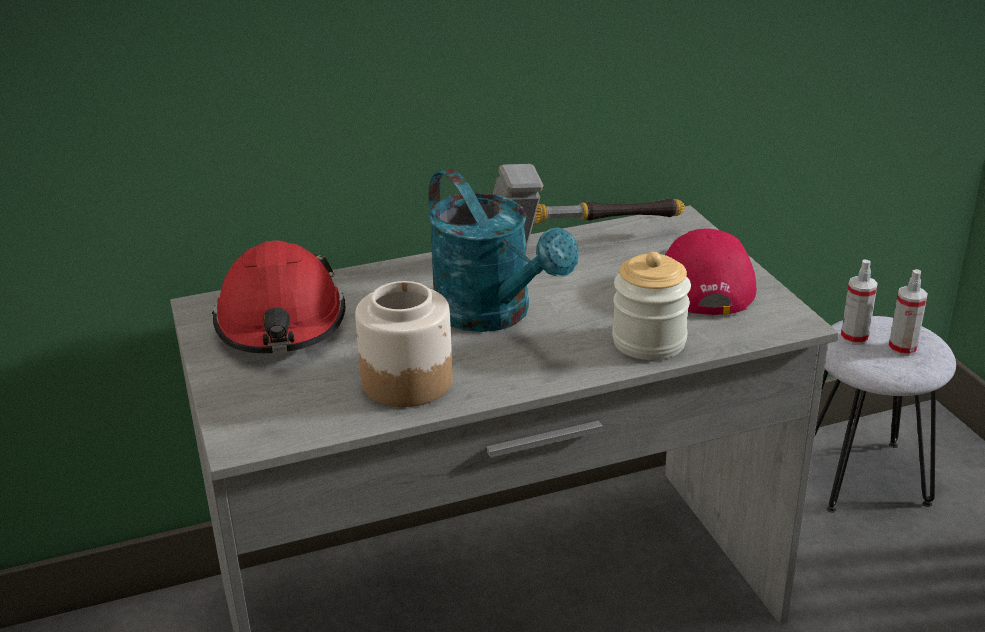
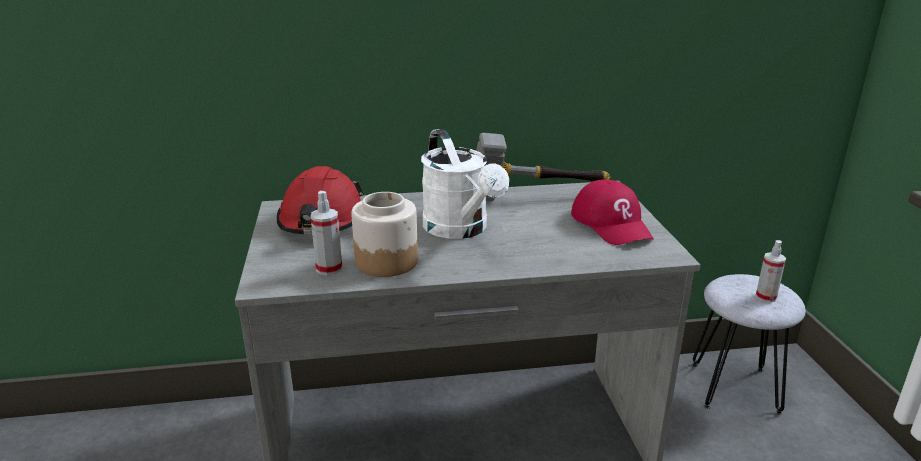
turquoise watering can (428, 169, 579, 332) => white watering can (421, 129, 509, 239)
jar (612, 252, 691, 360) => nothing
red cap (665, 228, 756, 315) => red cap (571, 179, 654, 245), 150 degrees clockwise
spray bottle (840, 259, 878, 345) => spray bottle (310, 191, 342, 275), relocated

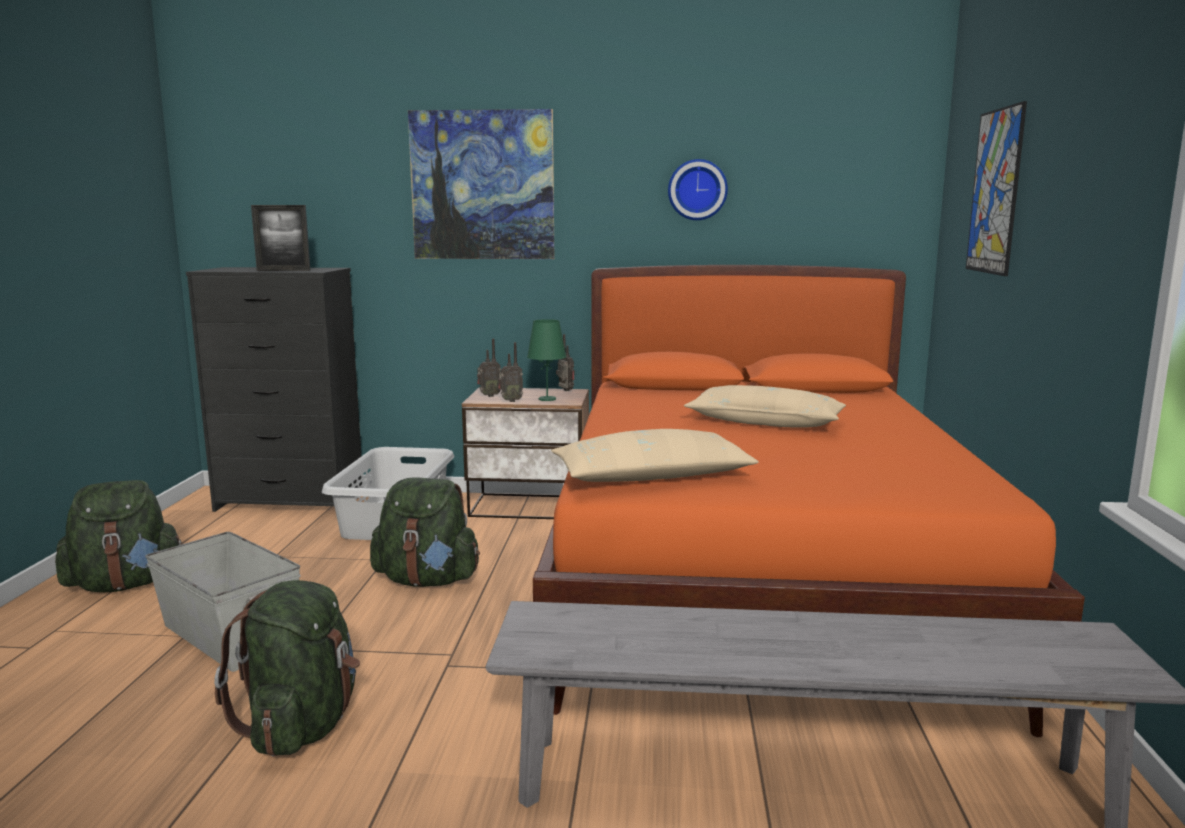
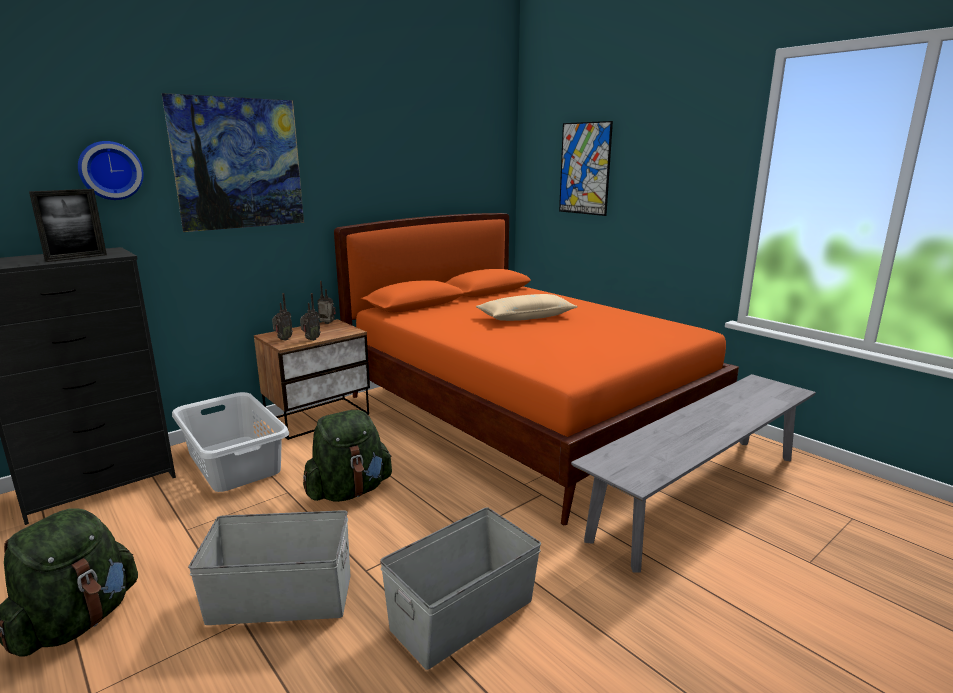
green backpack (214, 580, 360, 756) => grey storage box (380, 507, 541, 670)
green table lamp (527, 319, 567, 401) => nothing
beige pillow (551, 429, 759, 482) => nothing
wall clock (668, 159, 728, 220) => wall clock (78, 141, 144, 200), relocated

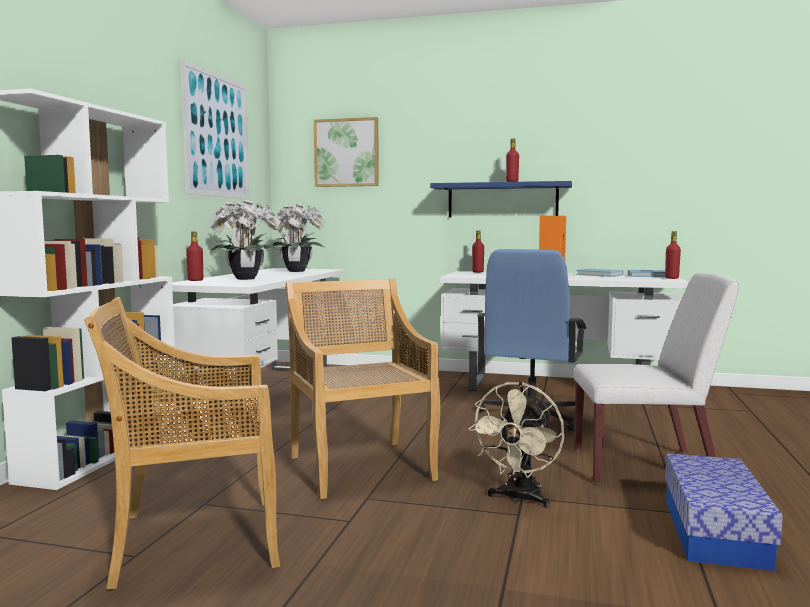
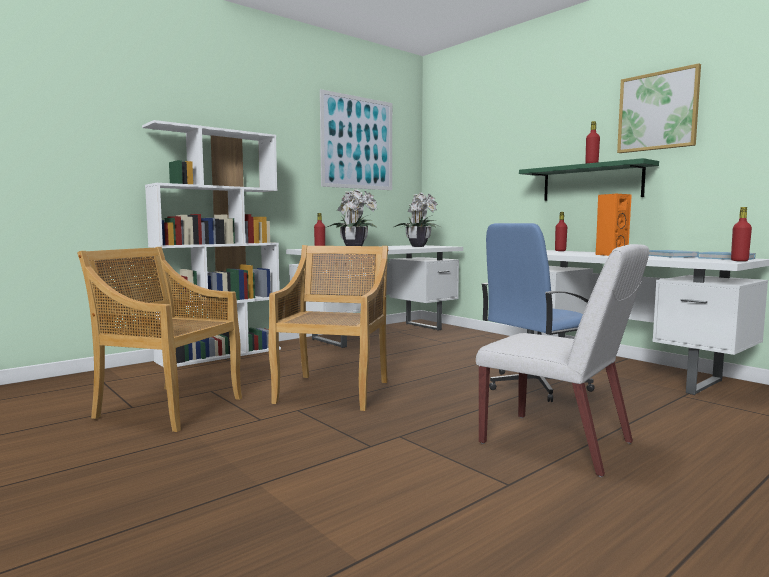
picture (314, 117, 379, 187) => picture (617, 63, 701, 153), relocated
blue shelf (430, 181, 572, 217) => green shelf (519, 158, 659, 201)
beige fan (468, 382, 565, 508) => nothing
storage box (665, 453, 783, 571) => nothing

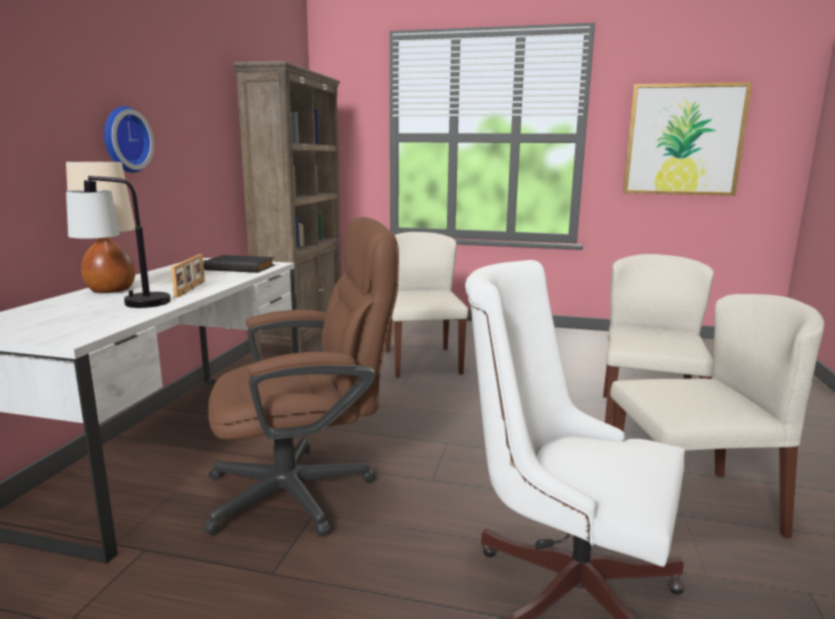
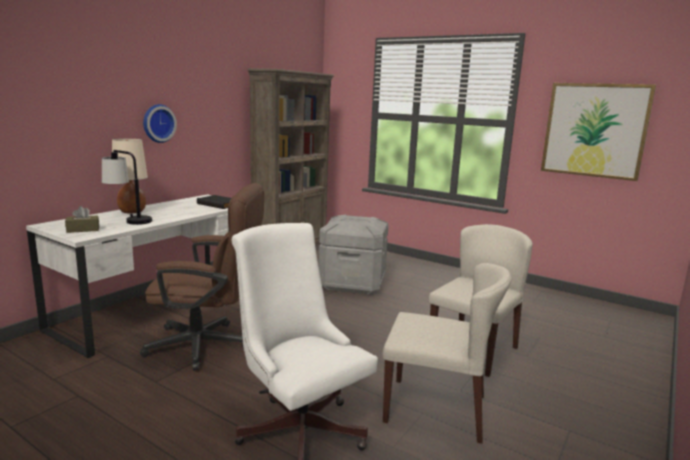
picture frame (171, 254, 205, 298) => nothing
beige chair (386, 232, 468, 378) => grey storage box (319, 215, 389, 294)
nothing => brown tissue box (65, 206, 99, 233)

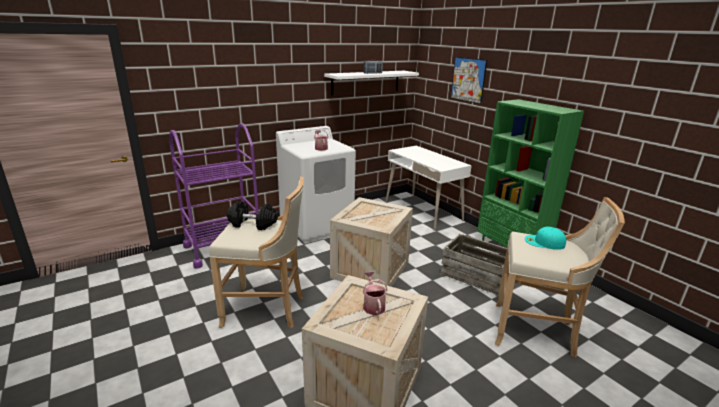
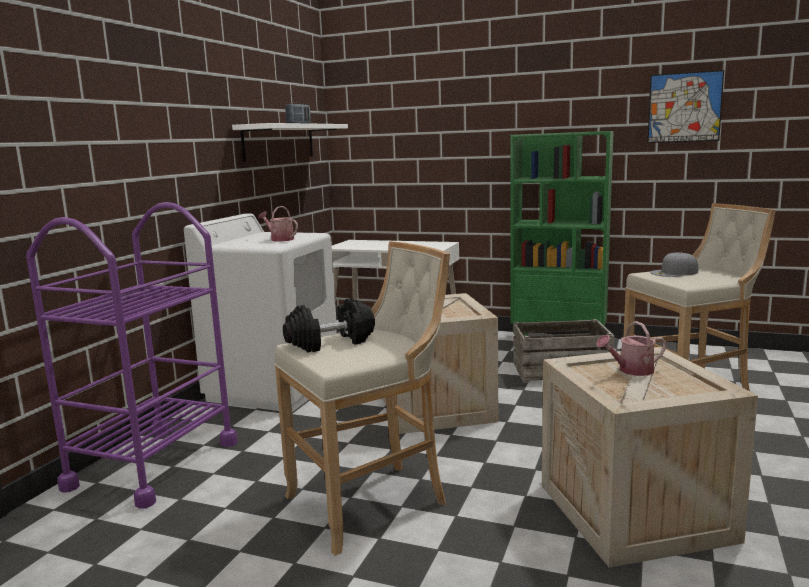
watering can (362, 272, 388, 315) => watering can (596, 321, 666, 376), 60 degrees counterclockwise
picture (451, 57, 487, 104) => picture (647, 70, 724, 143), relocated
turquoise cap (525, 226, 566, 250) => grey cap (650, 252, 698, 277)

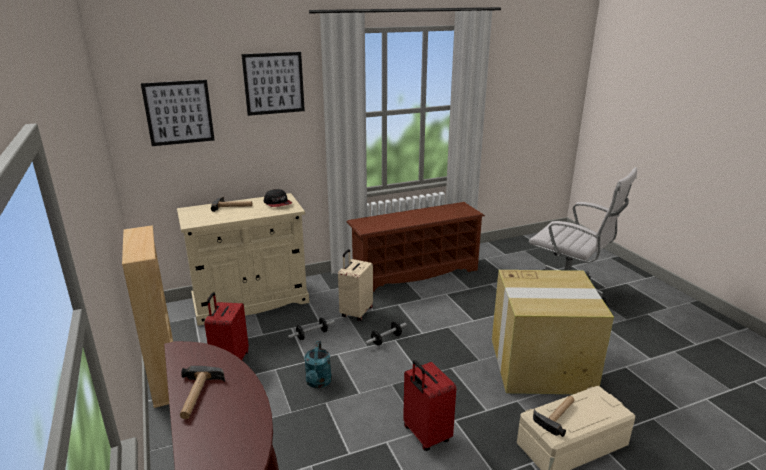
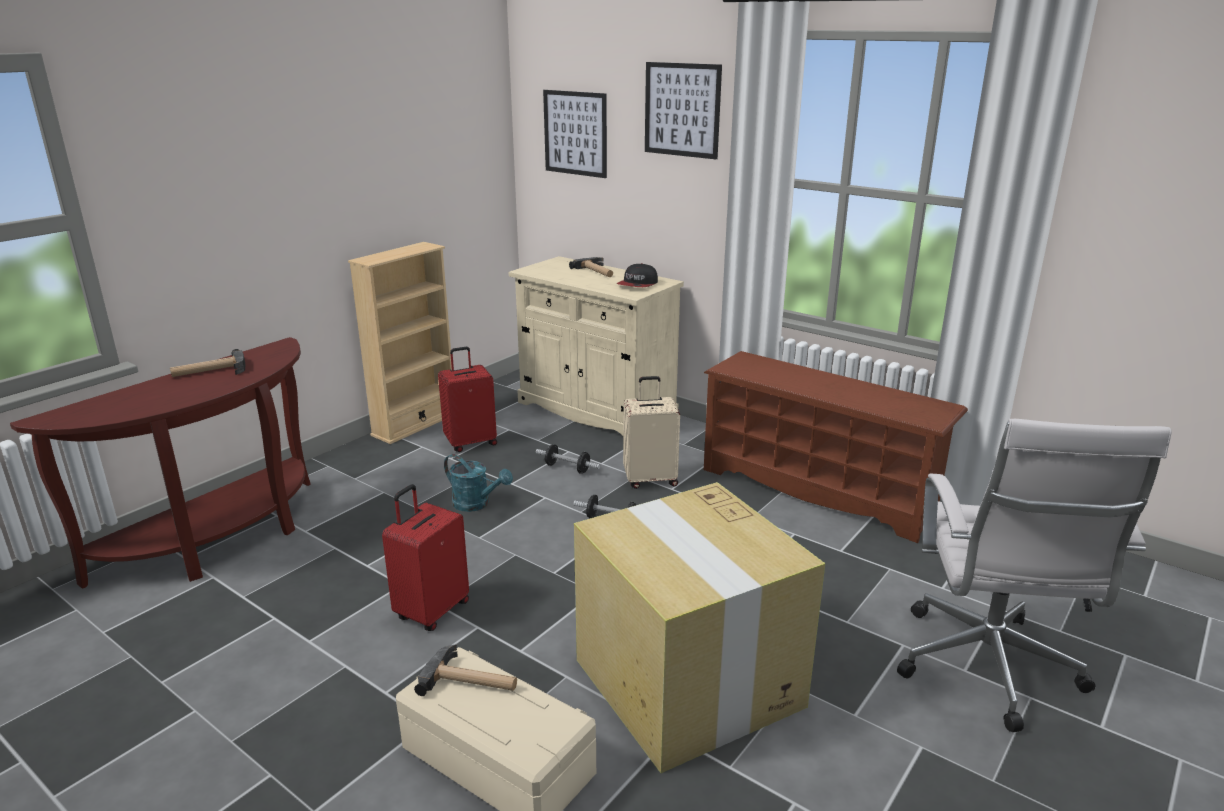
turquoise watering can (304, 341, 332, 388) => turquoise watering can (444, 454, 513, 512), 120 degrees counterclockwise

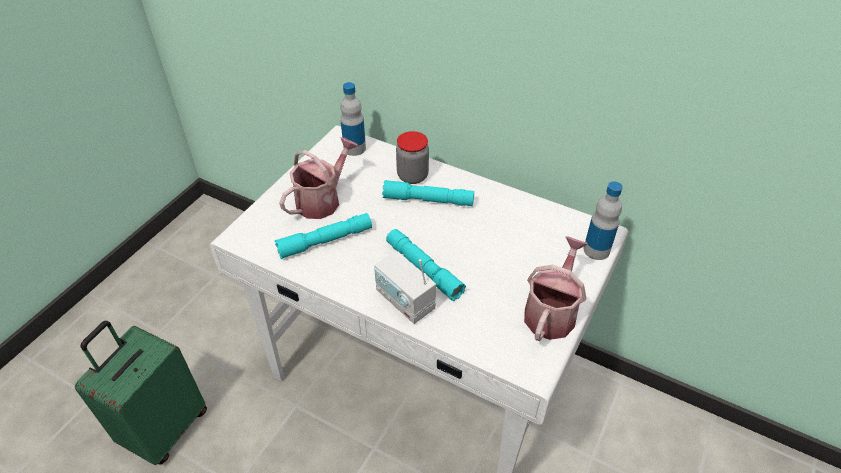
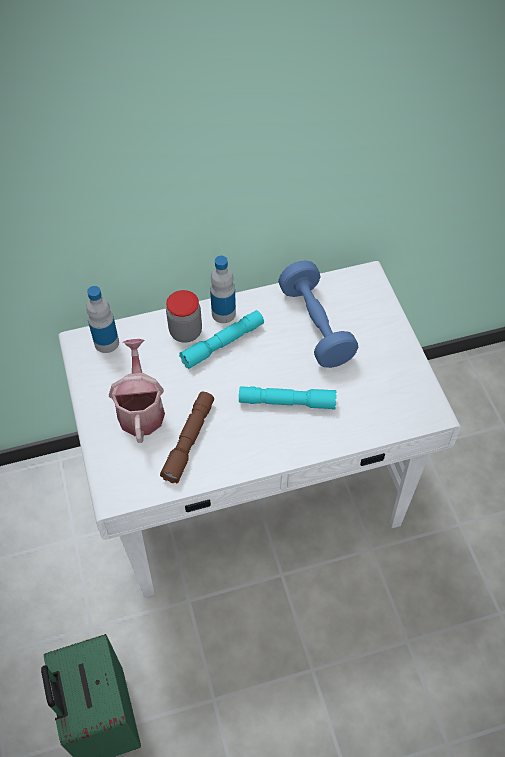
turquoise flashlight (275, 213, 372, 259) => brown flashlight (160, 392, 214, 483)
radio (374, 251, 436, 324) => nothing
watering can (524, 236, 588, 341) => nothing
bottle (584, 181, 623, 260) => bottle (210, 256, 236, 323), relocated
nothing => blue dumbbell (278, 260, 358, 368)

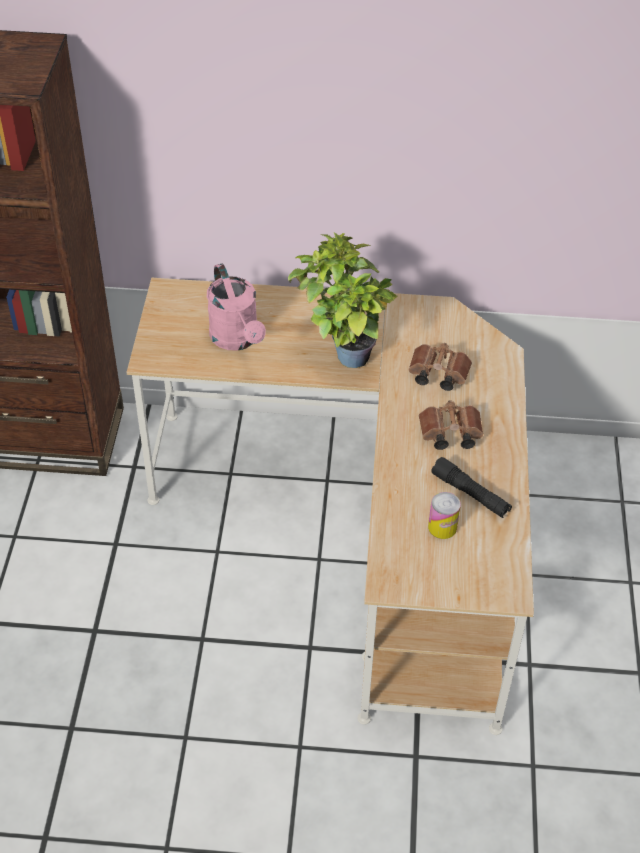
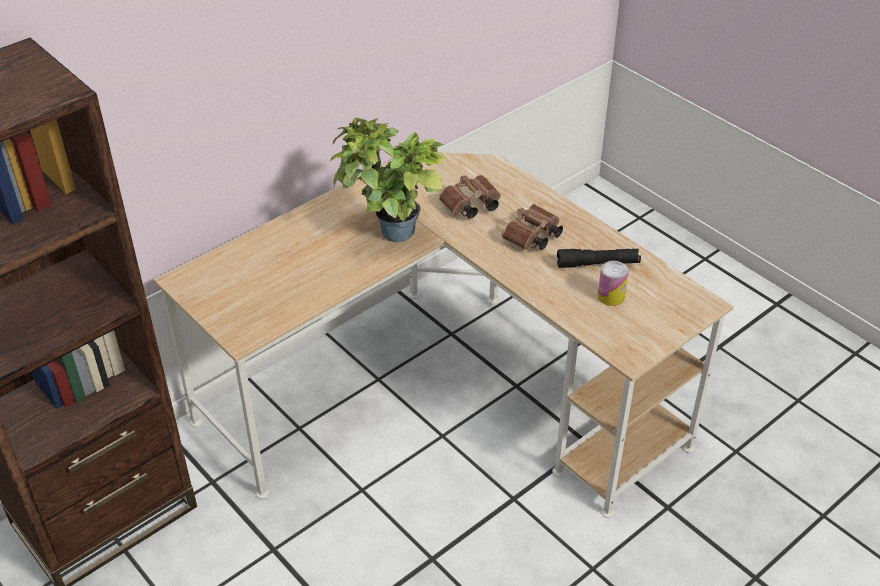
pink watering can (207, 263, 266, 350) => nothing

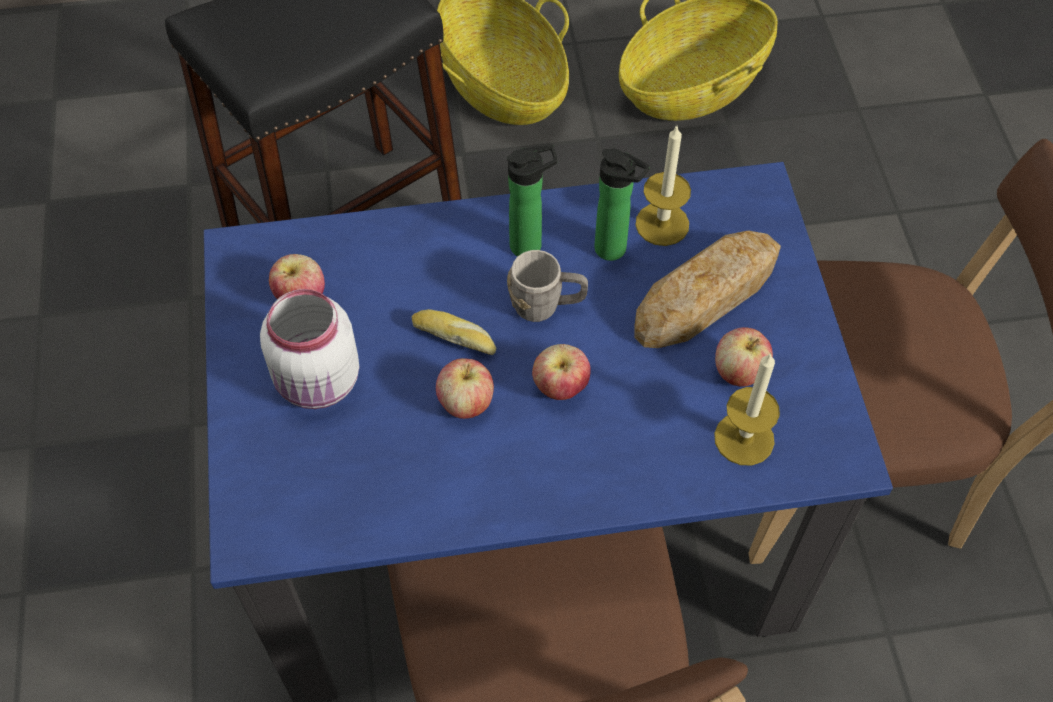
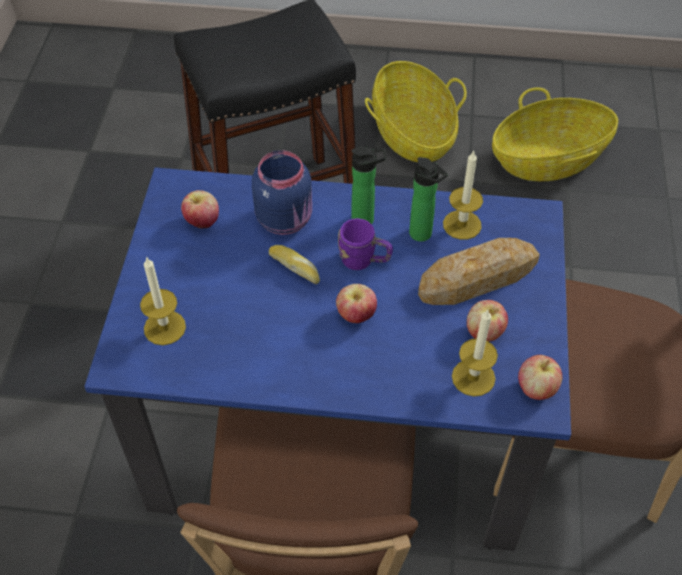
white jar (260, 289, 359, 409) => nothing
apple (436, 358, 494, 419) => apple (518, 355, 563, 400), relocated
grey mug (507, 250, 588, 322) => purple mug (338, 218, 393, 270)
nothing => candle (140, 256, 186, 345)
nothing => blue jar (252, 150, 312, 235)

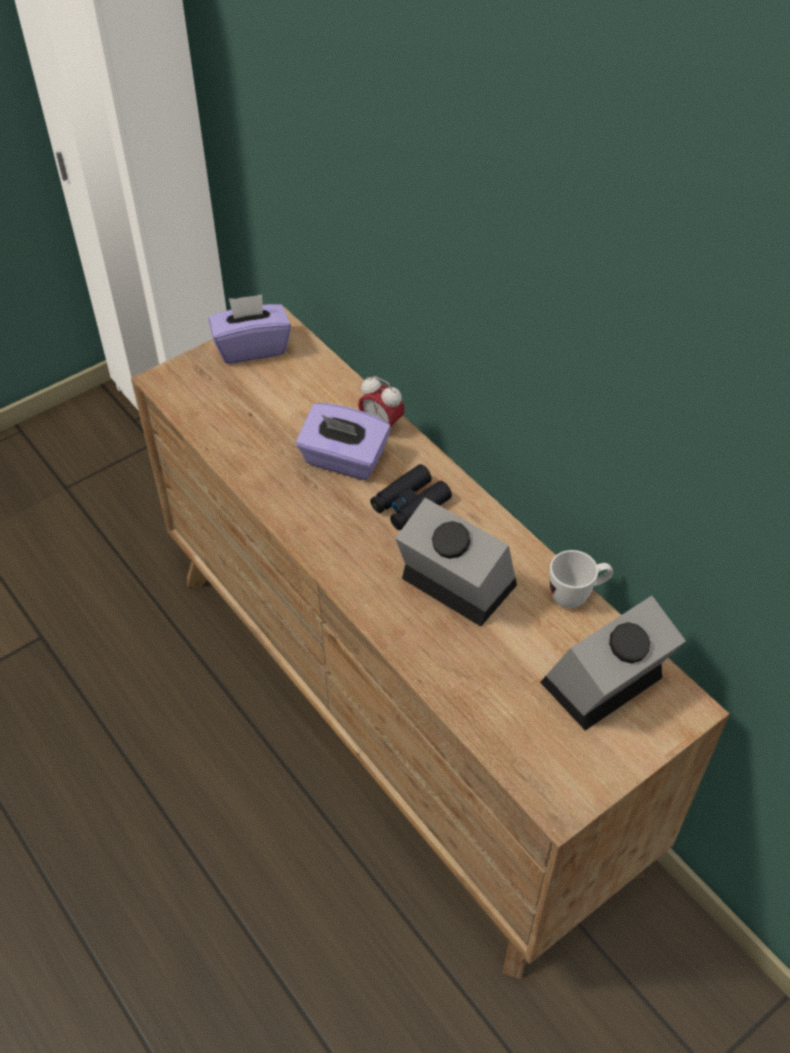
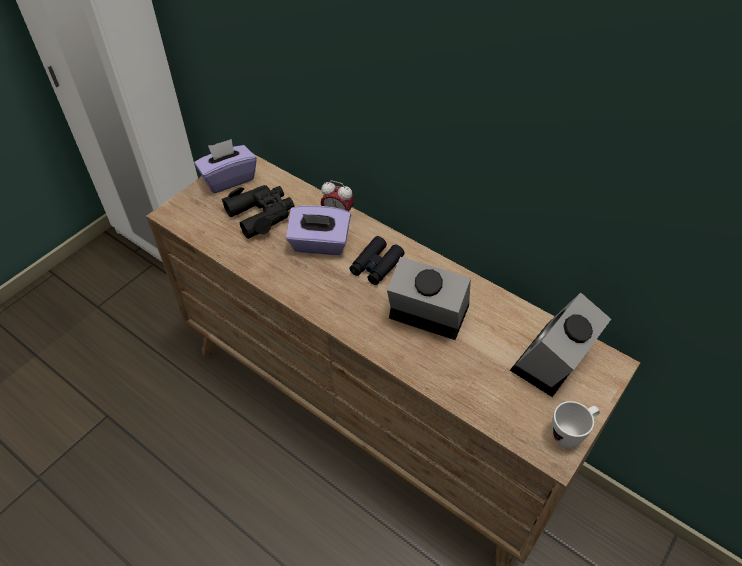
white mug (550, 550, 613, 608) => white mug (551, 401, 600, 448), relocated
nothing => black binoculars (221, 185, 295, 239)

